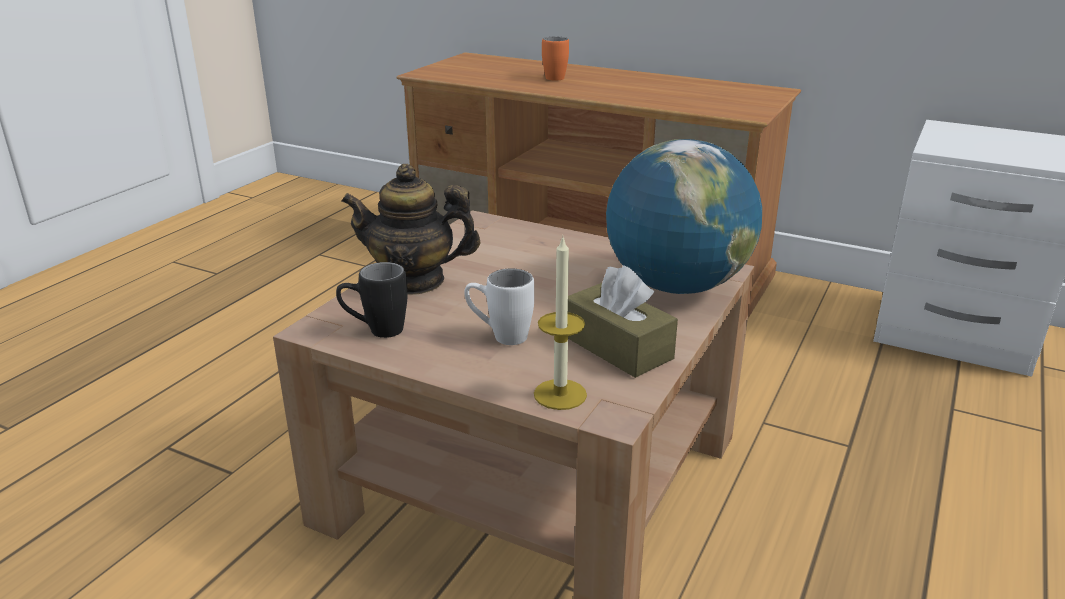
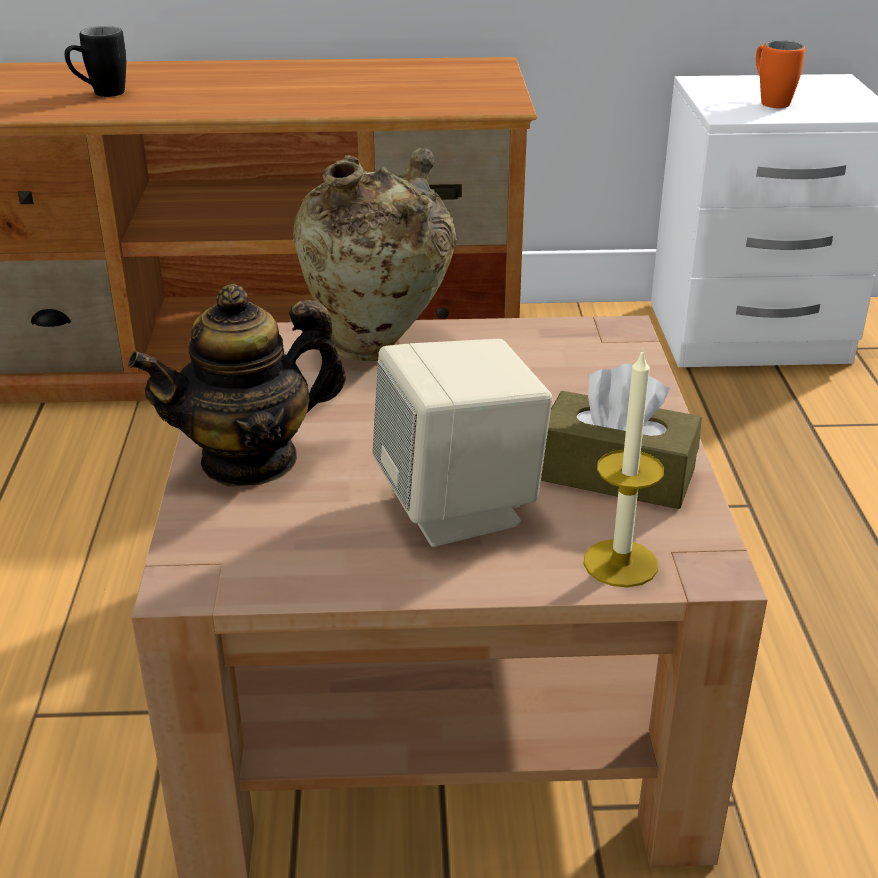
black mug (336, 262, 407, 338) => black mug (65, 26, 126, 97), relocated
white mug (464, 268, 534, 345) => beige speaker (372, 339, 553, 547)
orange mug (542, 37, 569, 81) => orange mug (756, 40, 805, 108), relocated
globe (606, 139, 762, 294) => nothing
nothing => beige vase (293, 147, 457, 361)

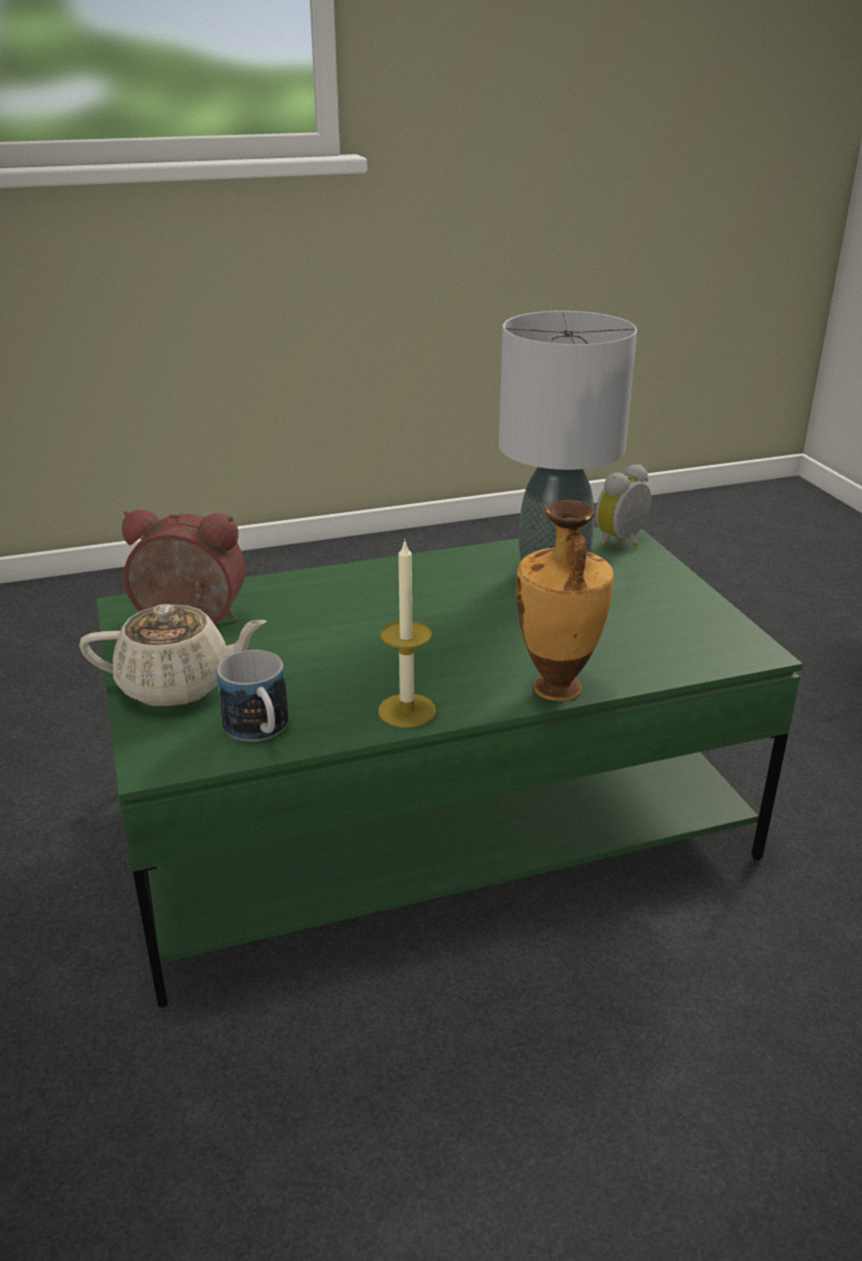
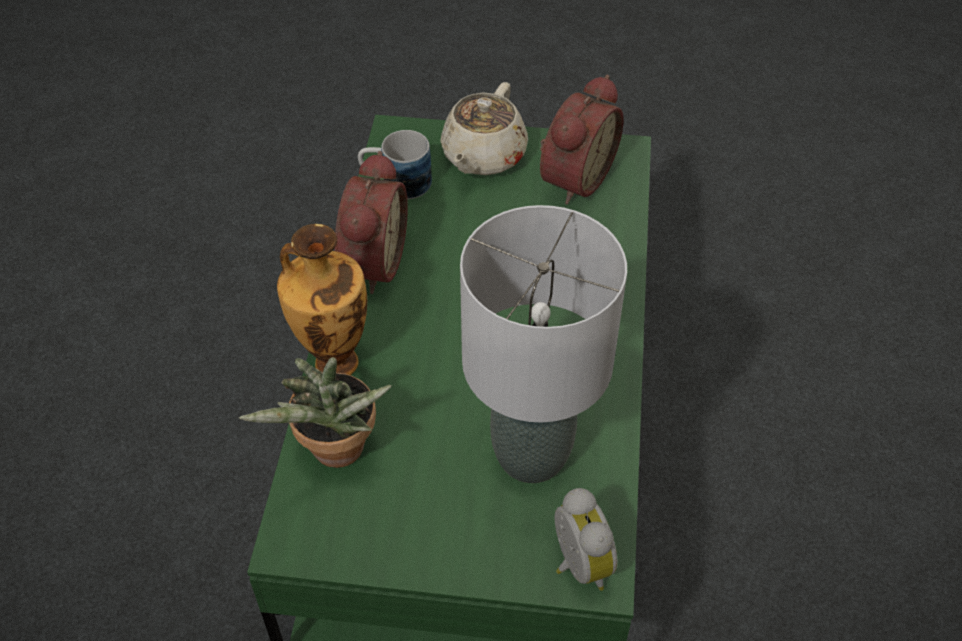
candle (379, 539, 436, 728) => alarm clock (335, 151, 408, 294)
nothing => potted plant (239, 357, 392, 468)

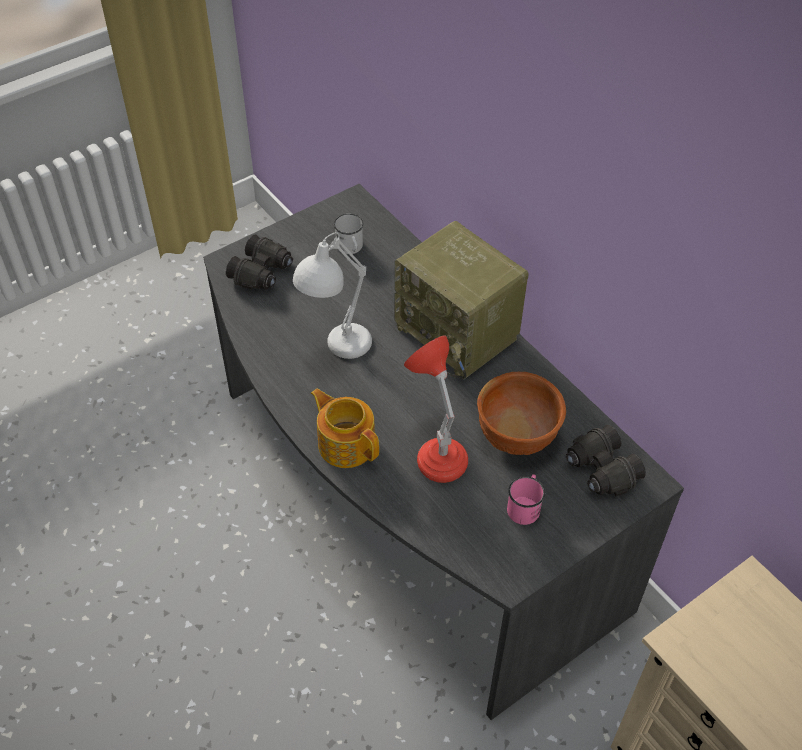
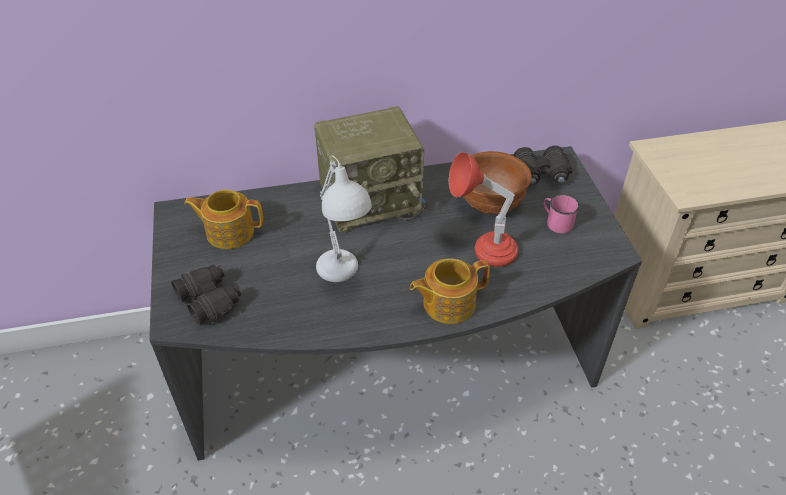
white mug (334, 214, 363, 254) => teapot (184, 190, 263, 249)

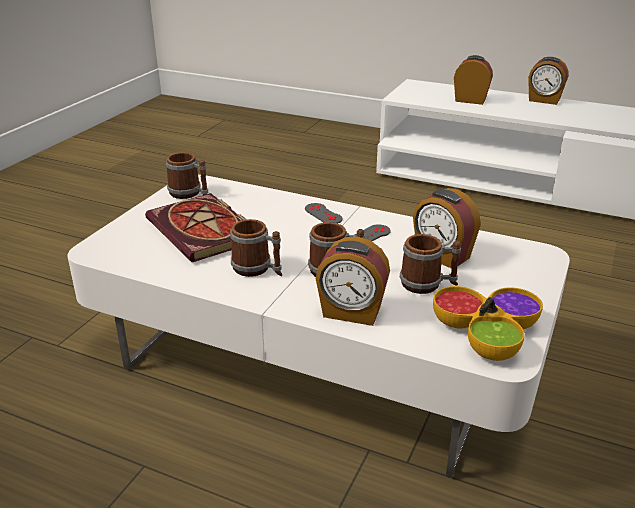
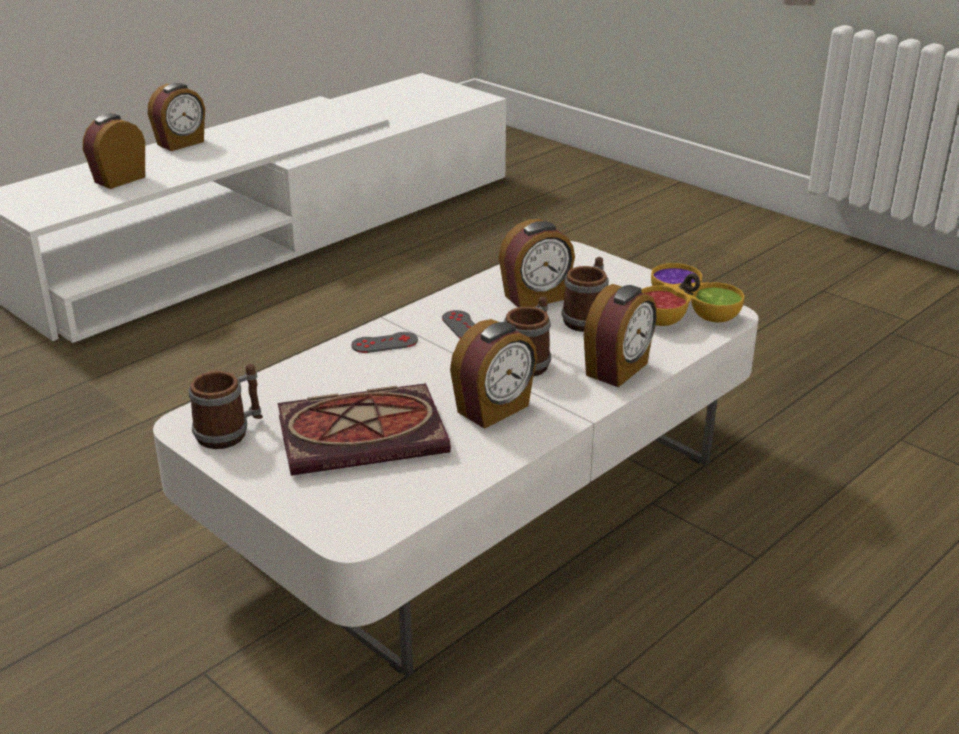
mug (230, 219, 282, 277) => alarm clock (450, 319, 537, 429)

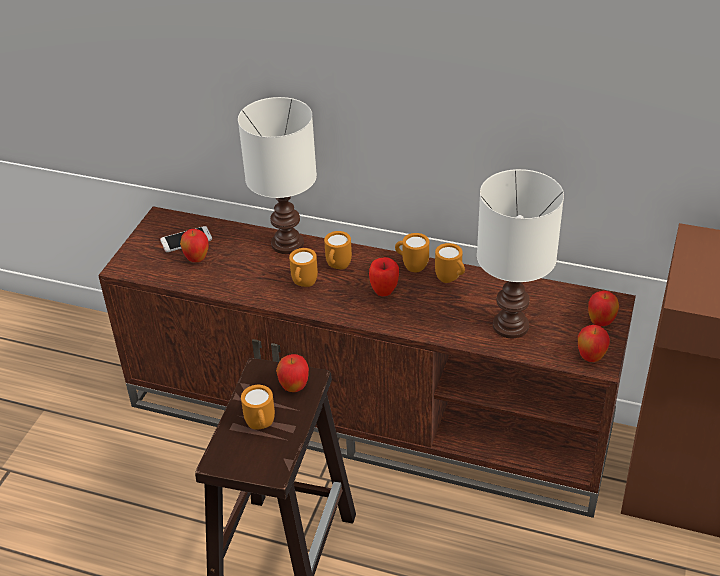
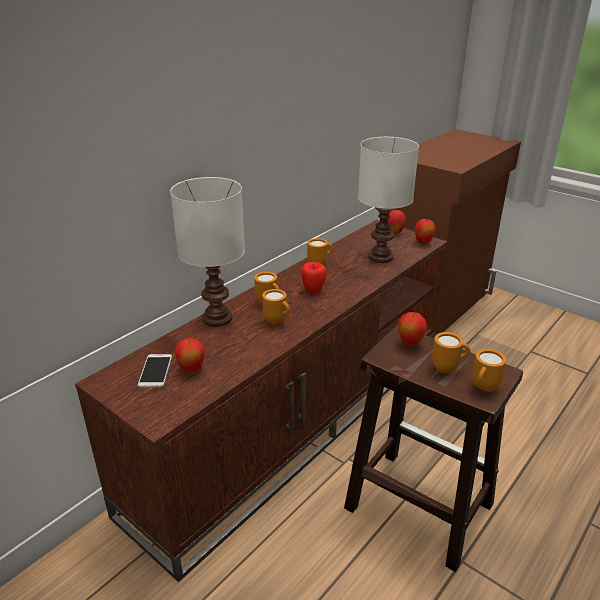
orange mug (395, 233, 429, 272) => orange mug (472, 349, 506, 392), relocated

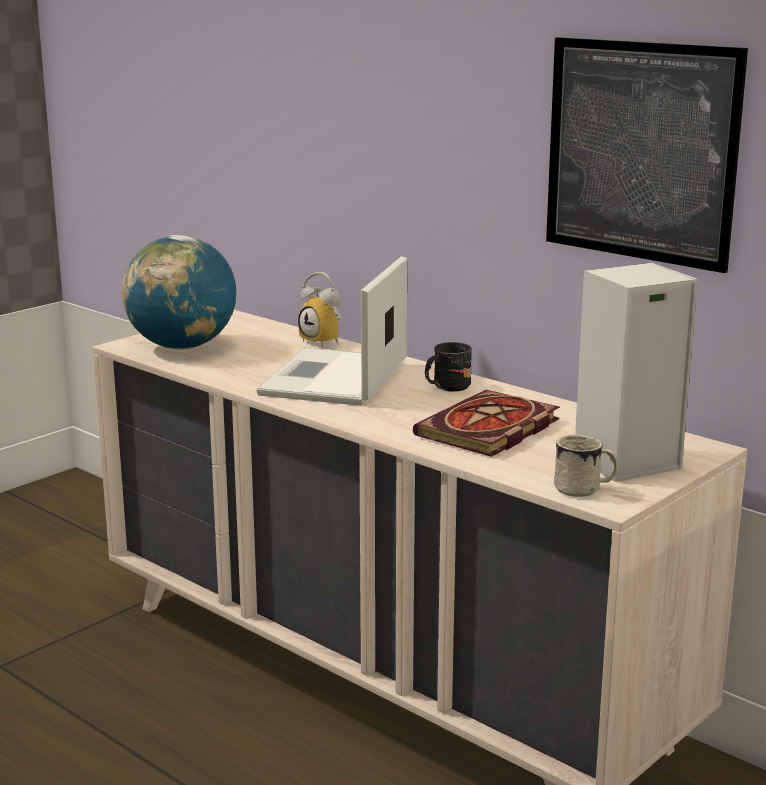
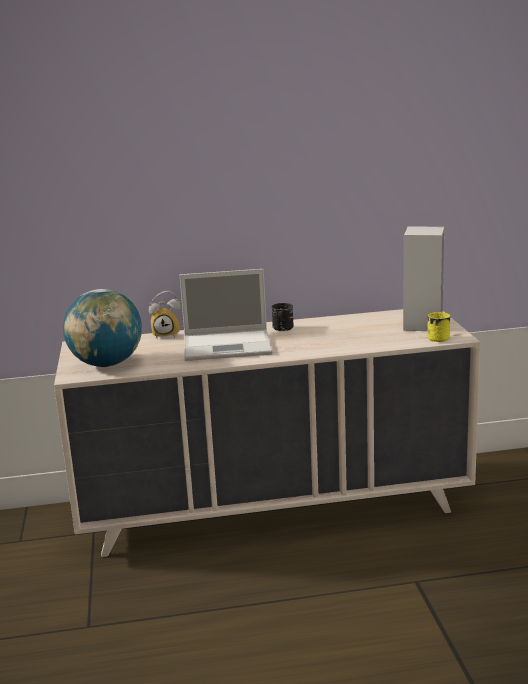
laptop (256, 256, 407, 406) => laptop (180, 269, 273, 361), 60 degrees counterclockwise
book (413, 390, 560, 457) => nothing
picture (546, 37, 748, 273) => nothing
white mug (554, 435, 618, 497) => yellow mug (427, 312, 450, 342)

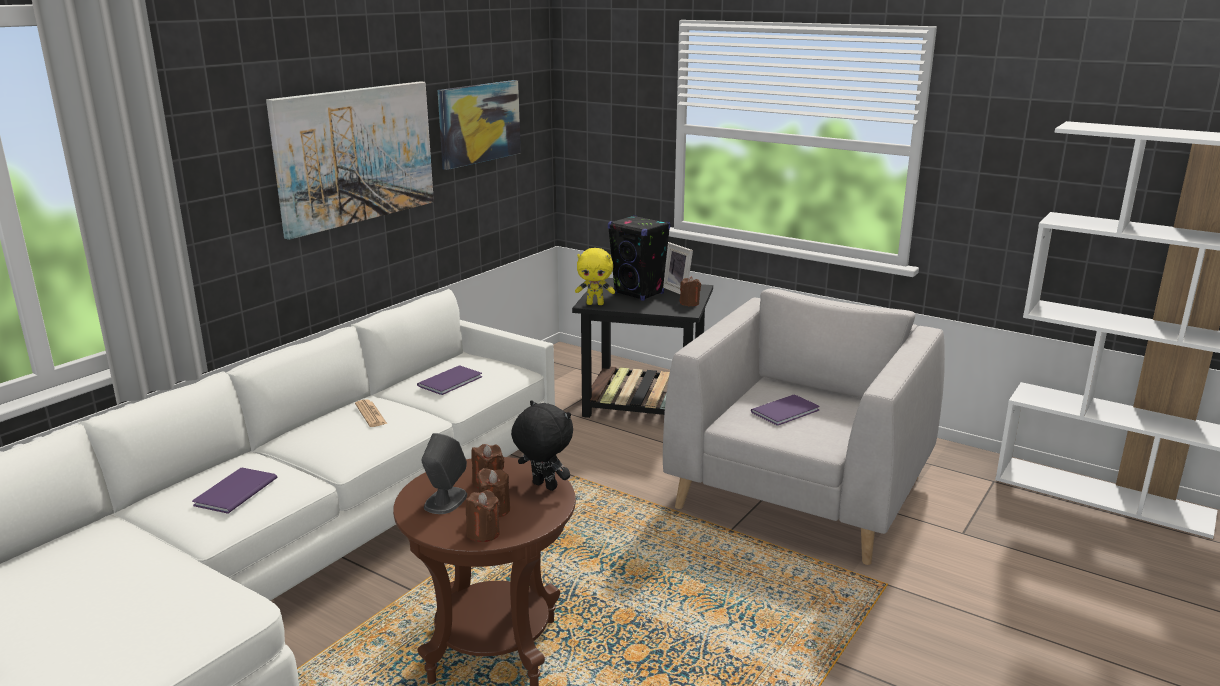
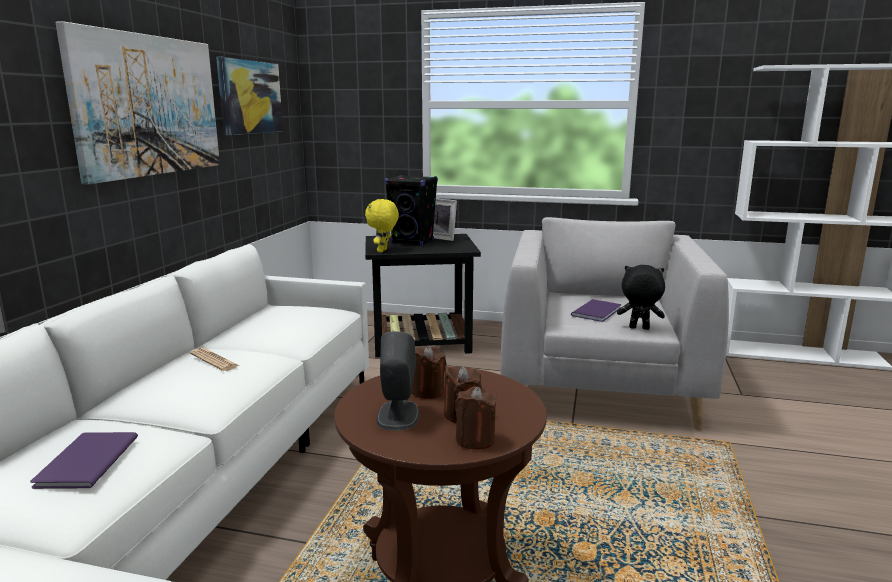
purple book (417, 365, 482, 395) => nothing
black plush toy (511, 400, 573, 491) => black plush toy (617, 265, 665, 330), relocated
yellow plush toy (575, 248, 615, 305) => yellow plush toy (365, 199, 399, 253), 120 degrees clockwise
brown candle (680, 276, 701, 306) => nothing

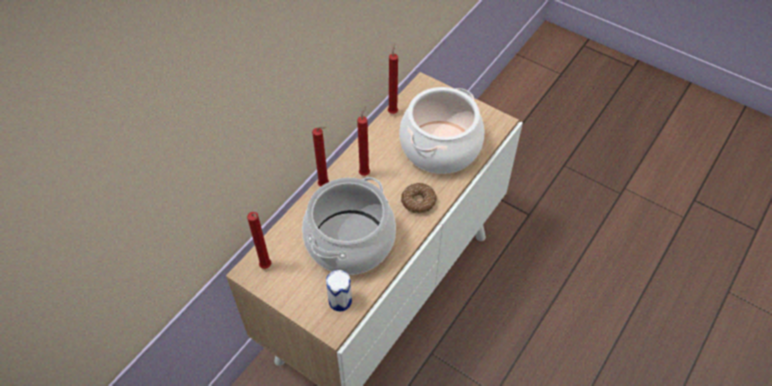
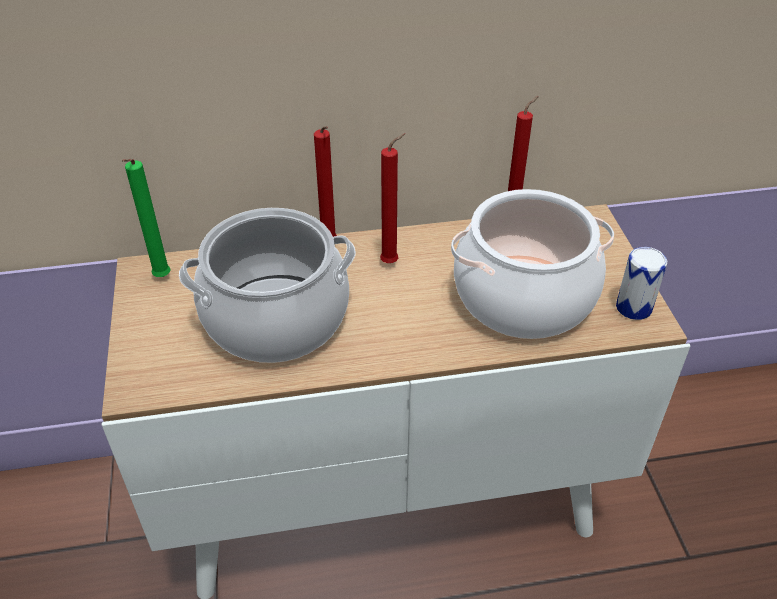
red candle (247, 212, 272, 269) => green candle (122, 159, 171, 277)
can (326, 270, 352, 312) => can (616, 247, 667, 320), relocated
donut (401, 183, 437, 214) => nothing

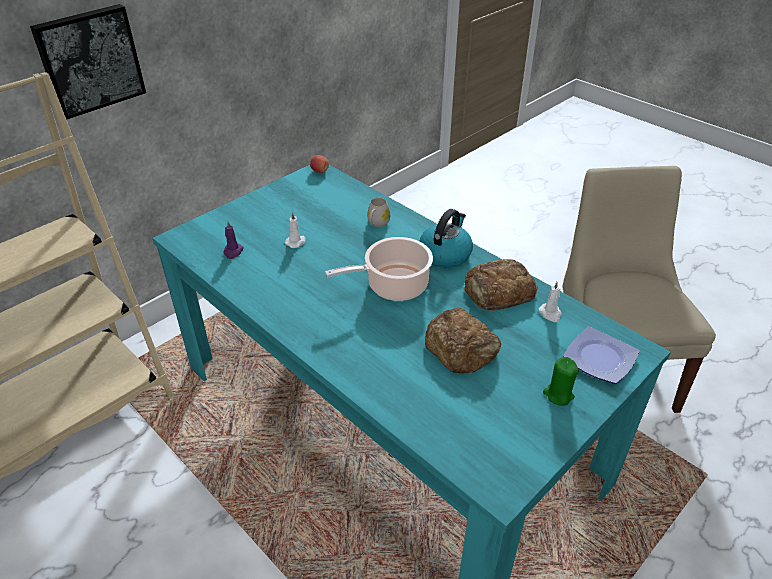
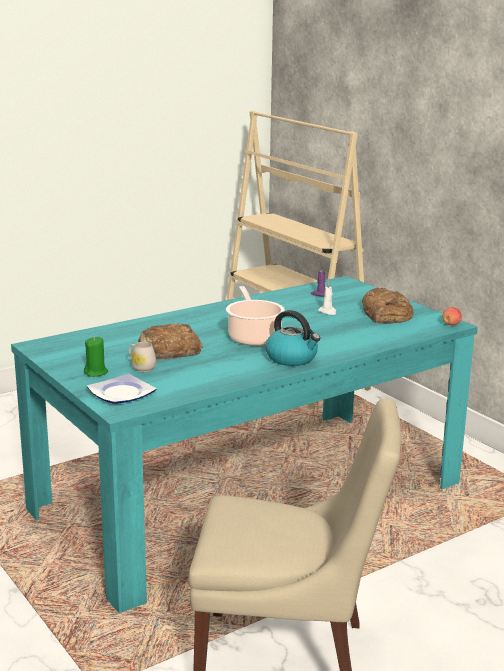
picture (30, 4, 146, 120) => nothing
white mug (367, 198, 390, 227) => white mug (129, 342, 156, 372), relocated
bread (464, 259, 538, 311) => bread (362, 288, 414, 324), relocated
white candle (539, 282, 562, 322) => nothing

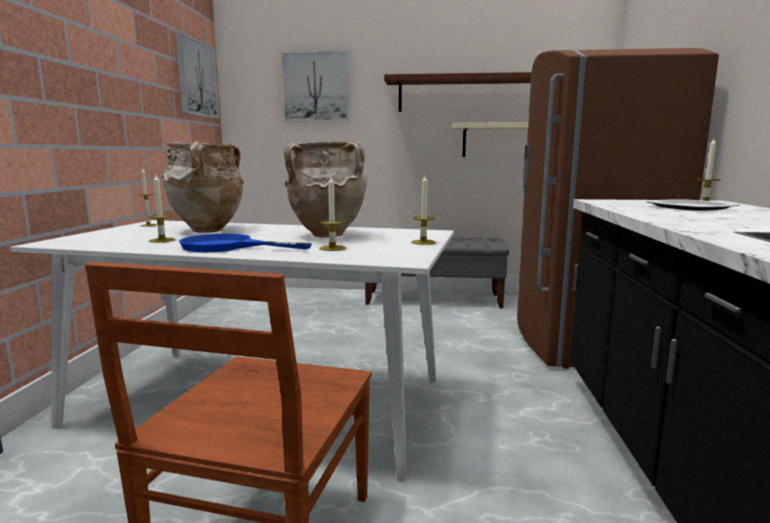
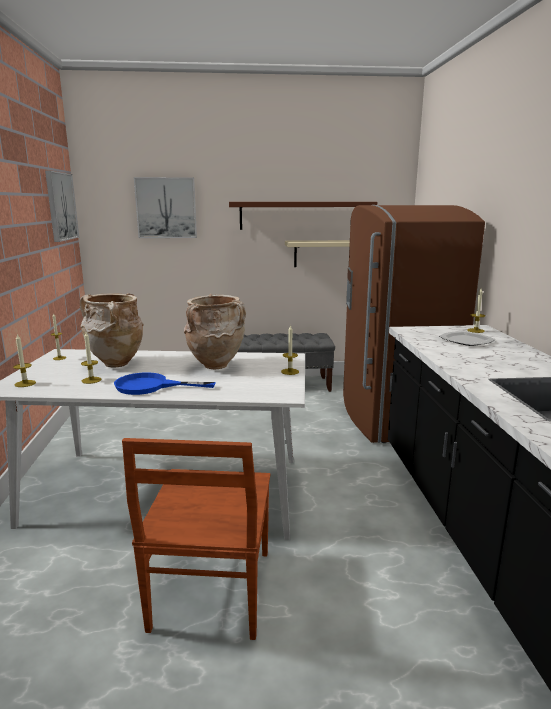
candle (319, 177, 346, 251) => candle (13, 334, 36, 387), relocated

